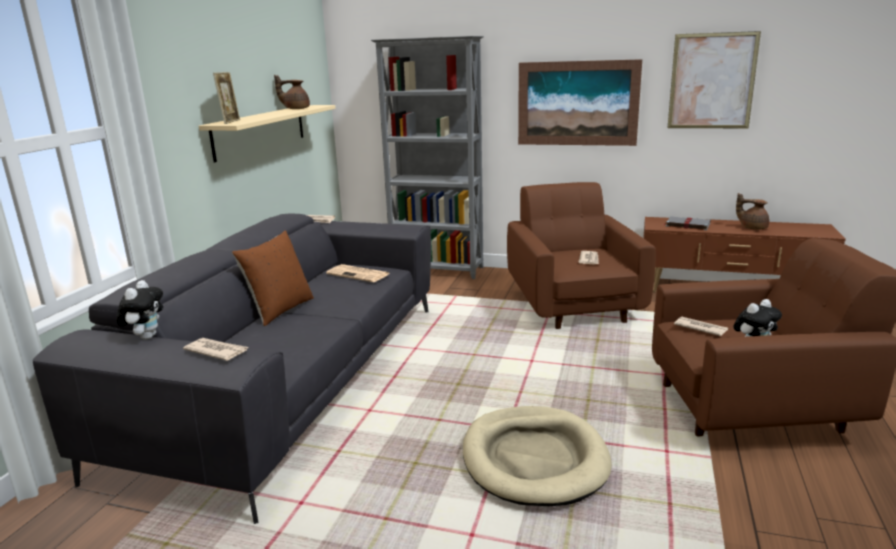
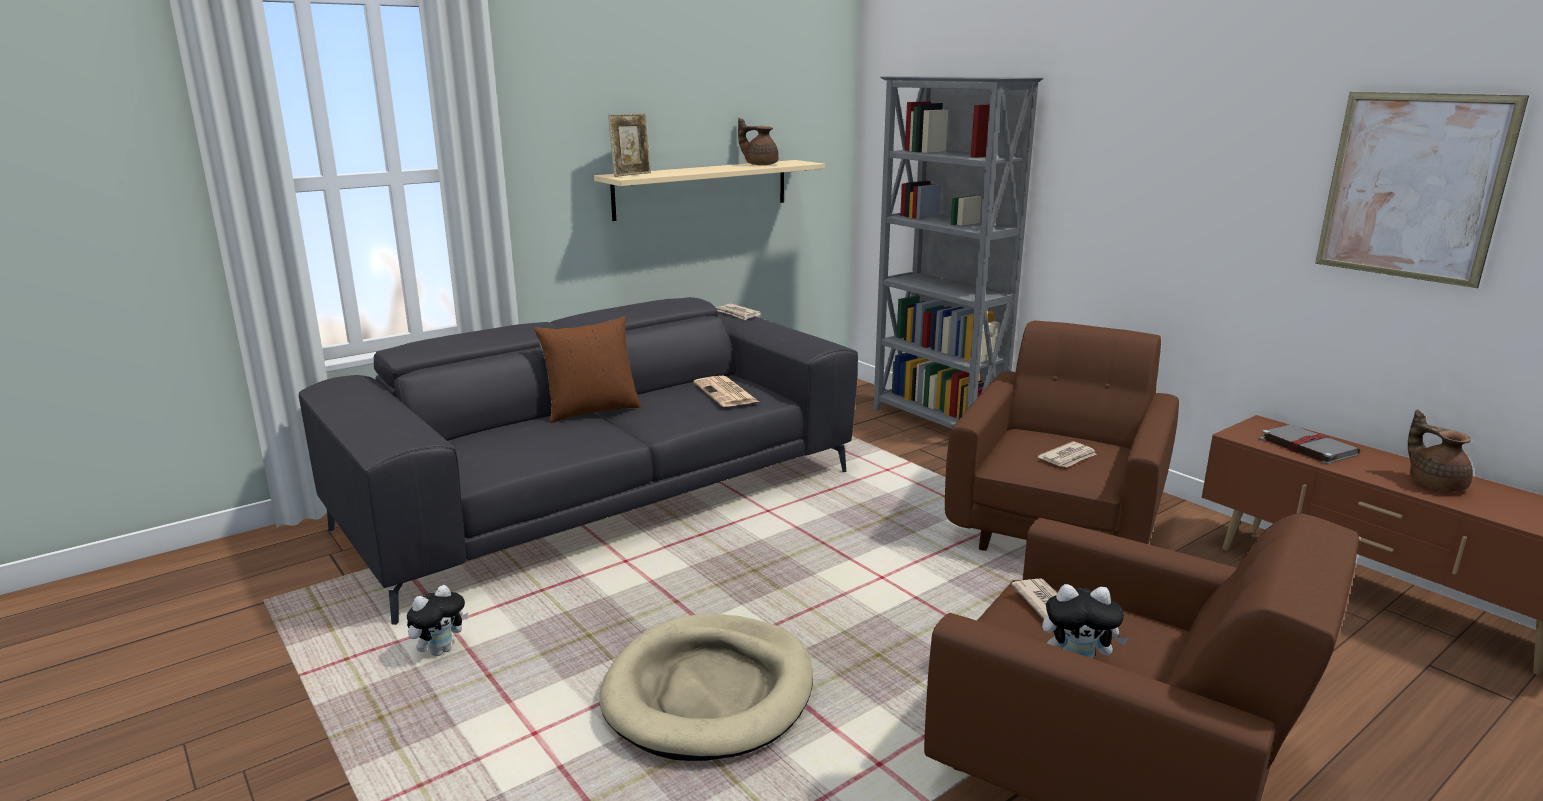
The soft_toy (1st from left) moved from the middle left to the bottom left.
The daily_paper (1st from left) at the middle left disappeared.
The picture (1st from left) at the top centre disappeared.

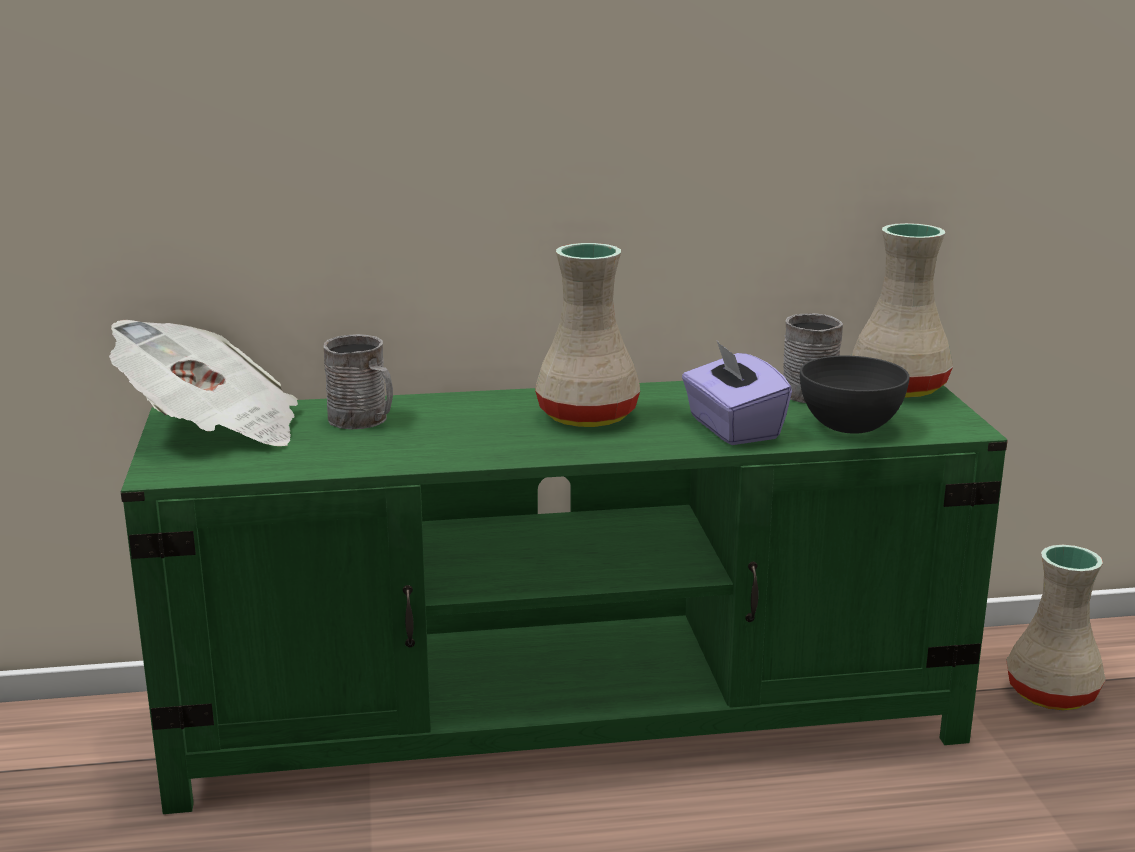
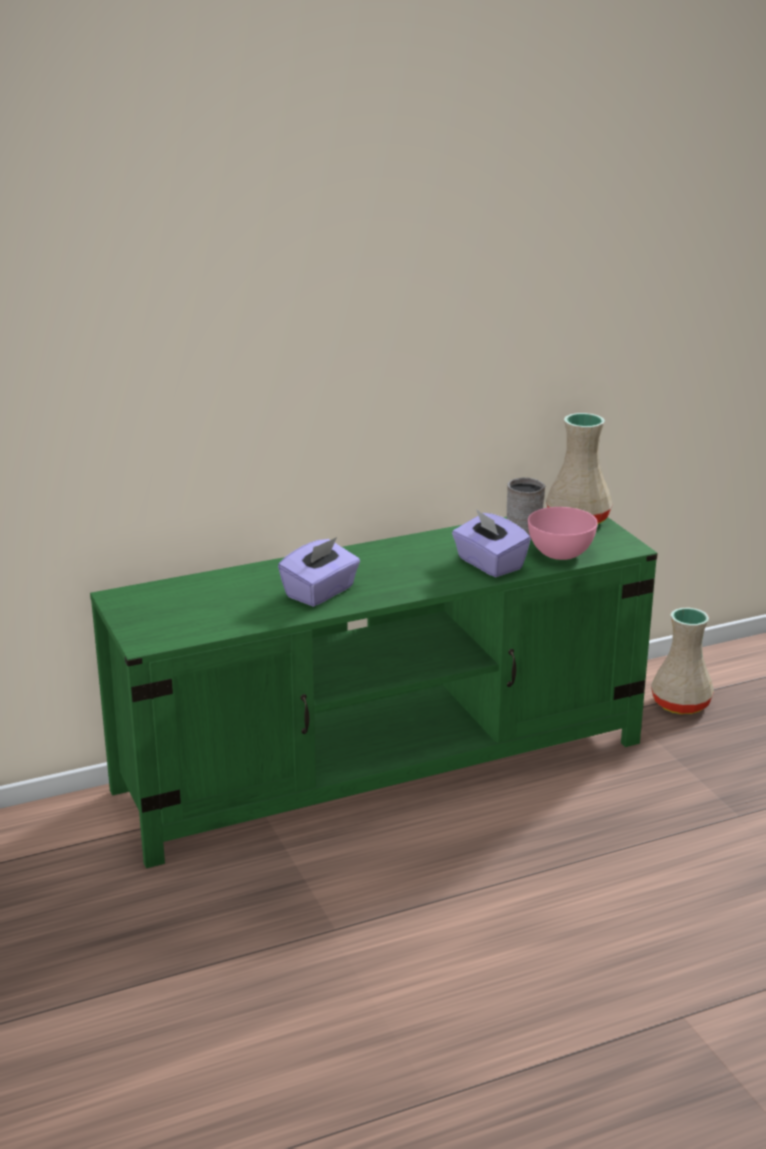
The purple_box_of_tissues (1st from left) at the centre appeared.
The gray_bowl at the middle right became the pink-coloured_bowl at the middle right.
The daily_paper at the middle left disappeared.
The gray_mug (1st from left) at the middle left disappeared.
The beige_flower_vase (1st from left) at the centre disappeared.

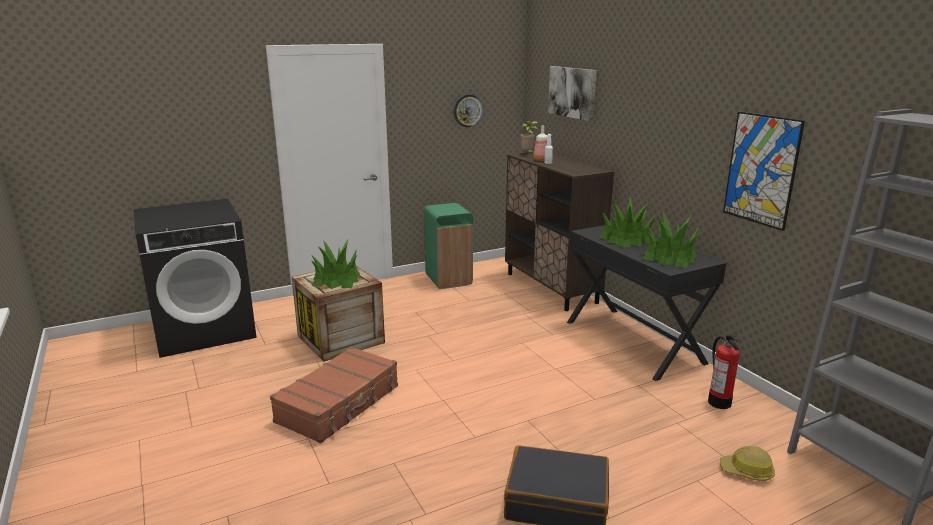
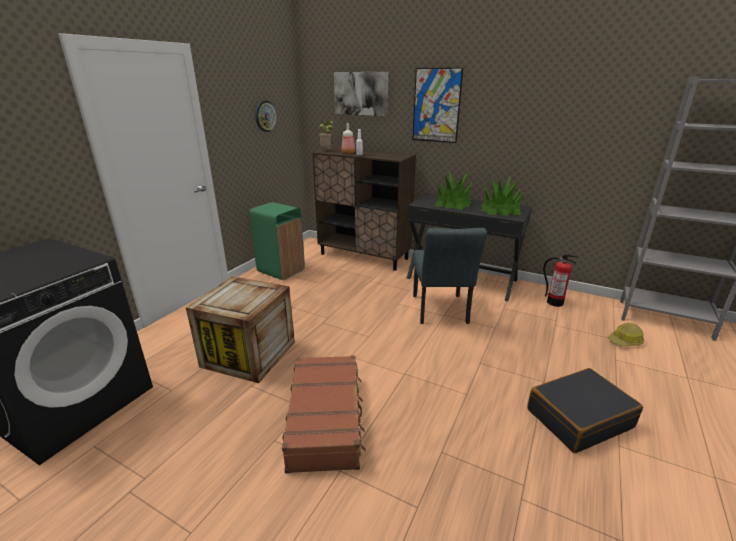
The picture (2nd from left) moved from the top right to the top centre.
The gray_chair at the centre appeared.
The plant_in_a_pot (1st from left) at the centre disappeared.

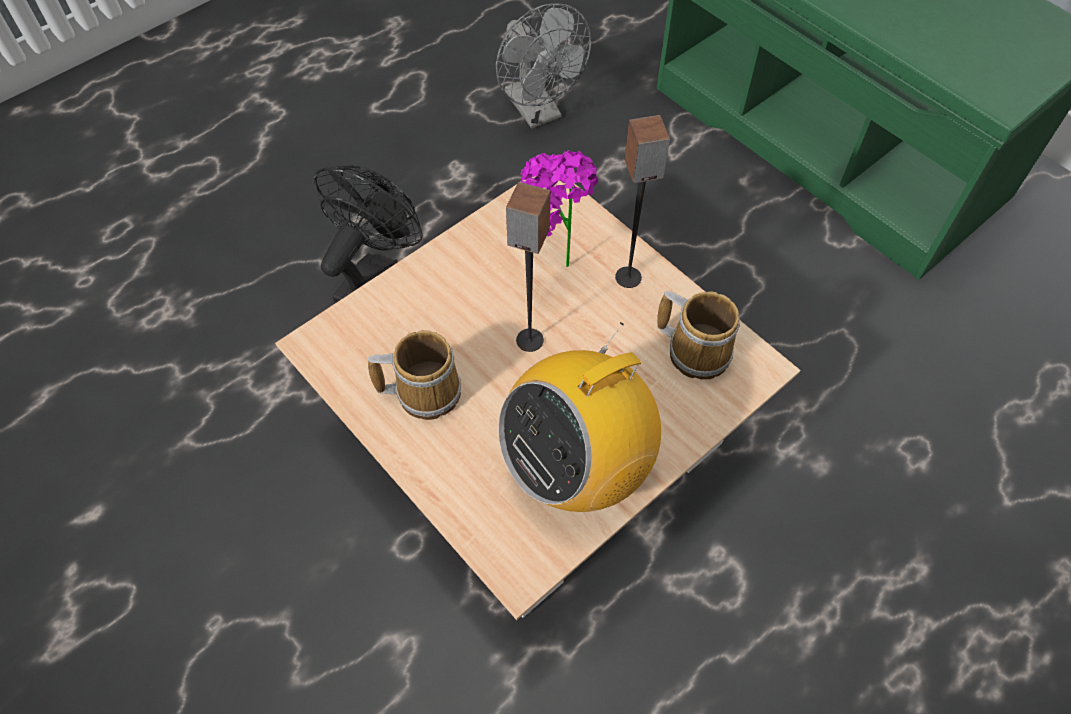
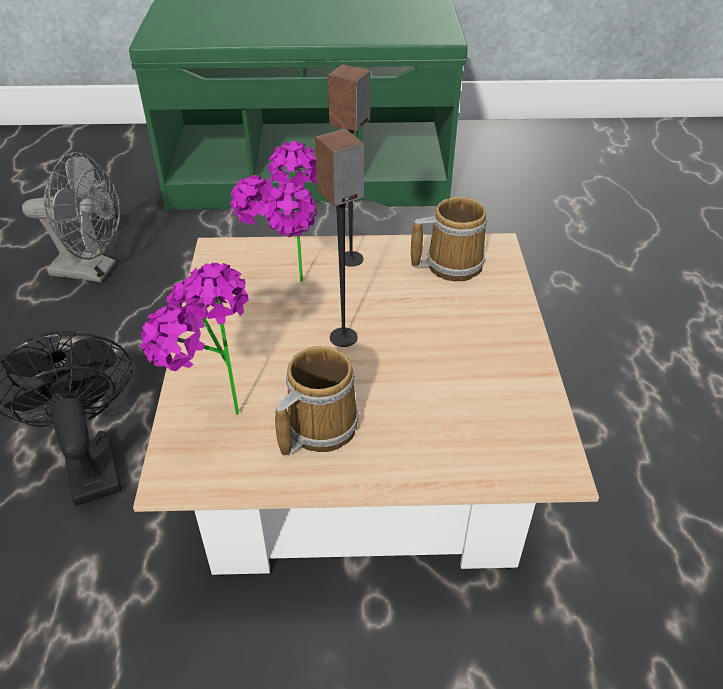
The plant_in_a_pot (1st from left) at the middle left appeared.
The radio at the centre disappeared.

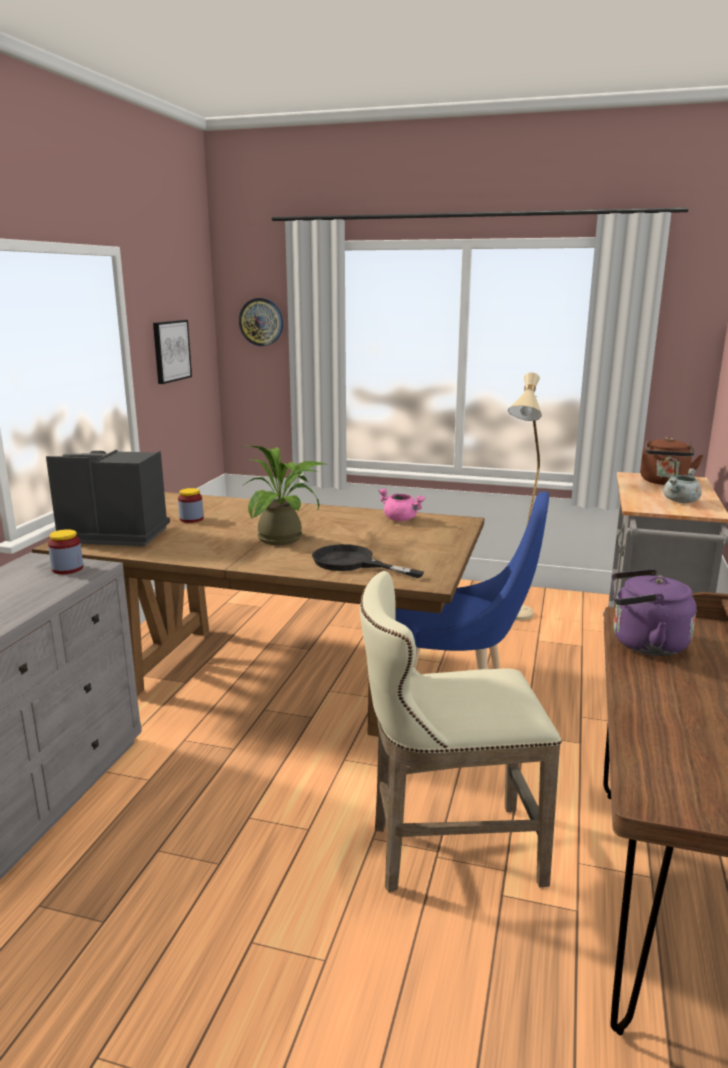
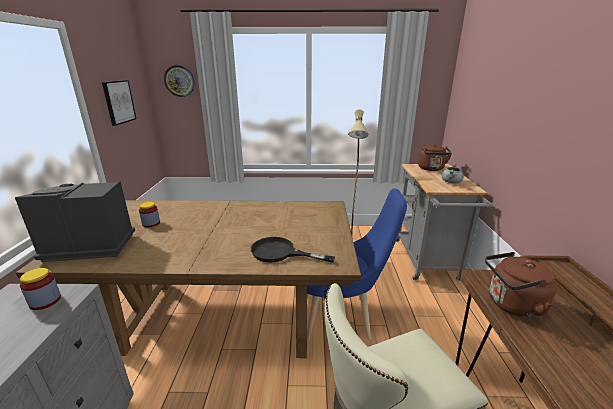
The purple_tea_kettle at the middle right became the brown-coloured_tea_kettle (2nd from left) at the bottom right.
The plant_in_a_pot at the centre disappeared.
The pink-coloured_saucepot at the centre disappeared.

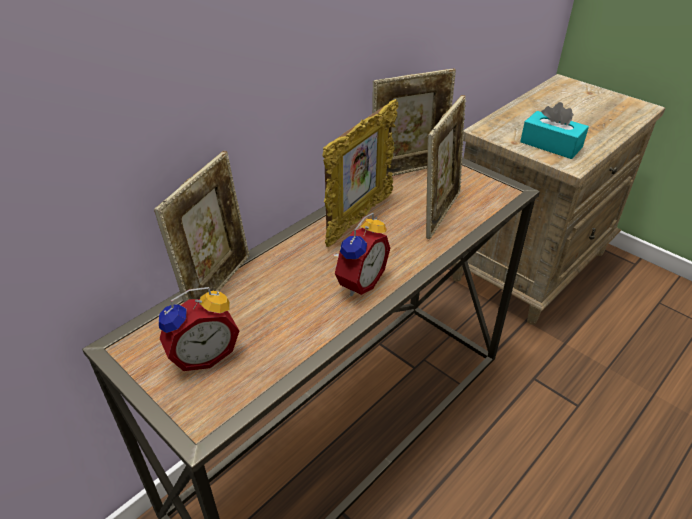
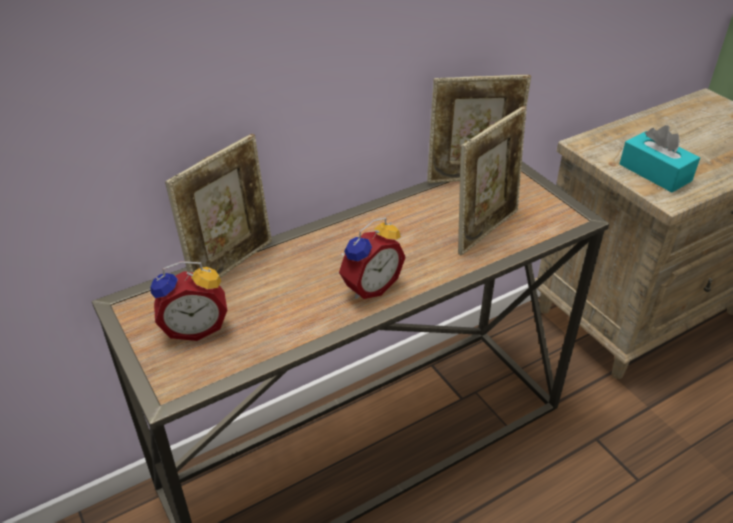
The standing_frame (2nd from left) at the centre disappeared.

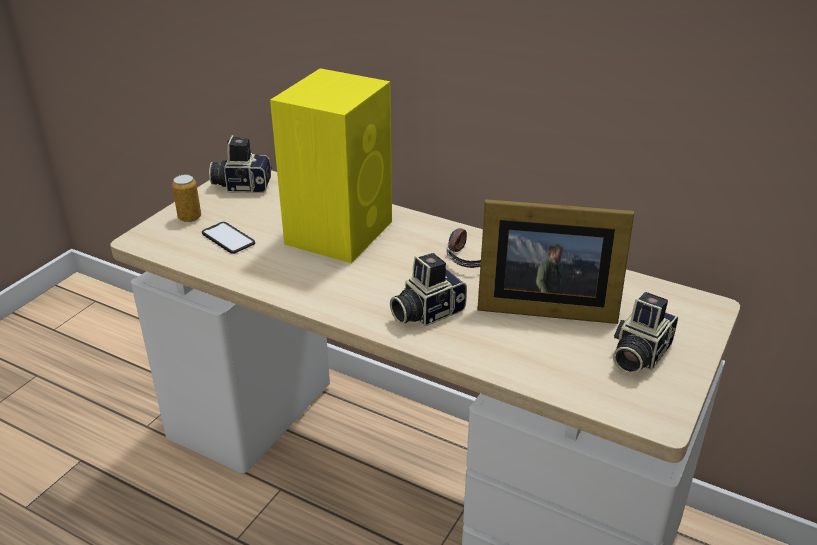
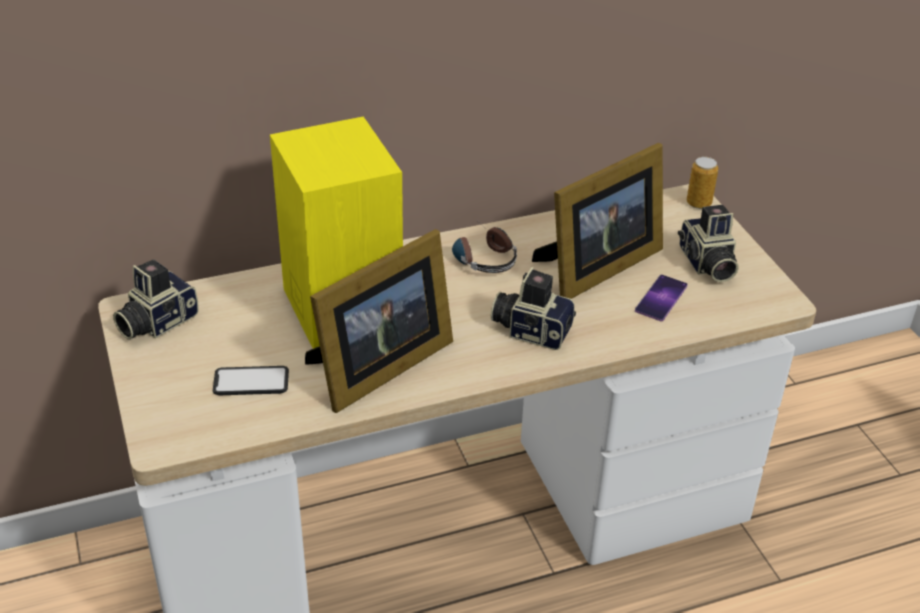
The standing_frame (1st from left) at the centre appeared.
The photo_camera (2nd from left) at the centre turned 105 degrees clockwise.
The telephone (2nd from left) at the middle right appeared.
The metal_can moved from the middle left to the top right.

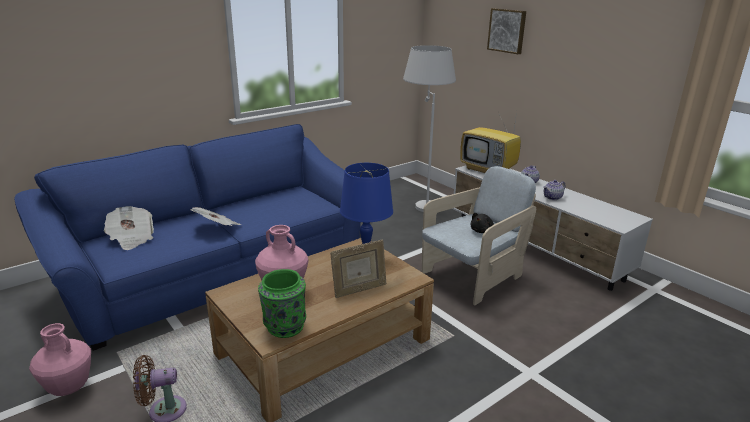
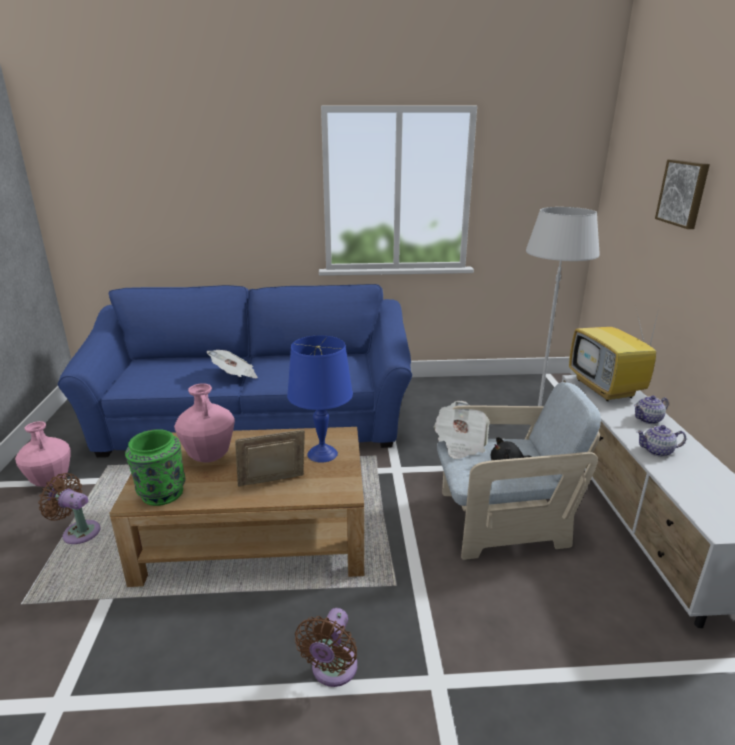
The standing_frame at the centre turned 150 degrees clockwise.
The brown-coloured_electric_fan (2nd from left) at the bottom centre appeared.
The daily_paper (1st from left in the first image) moved from the middle left to the centre.

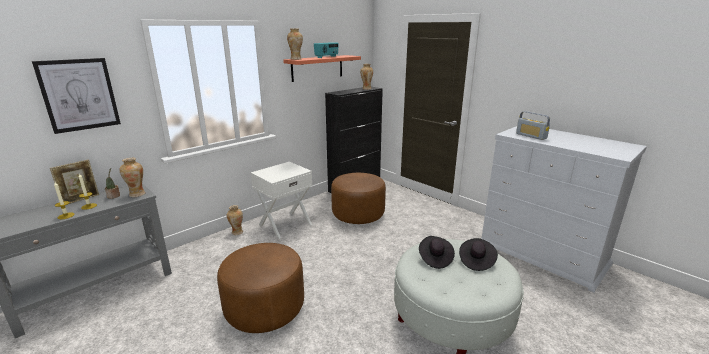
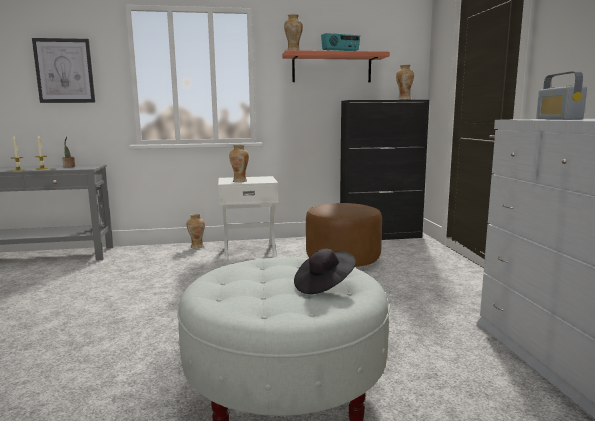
The flower_vase (1st from left in the first image) moved from the middle left to the centre.
The standing_frame at the middle left disappeared.
The brown-coloured_footrest (1st from left) at the bottom centre disappeared.
The black-coloured_hat (1st from left) at the bottom centre disappeared.

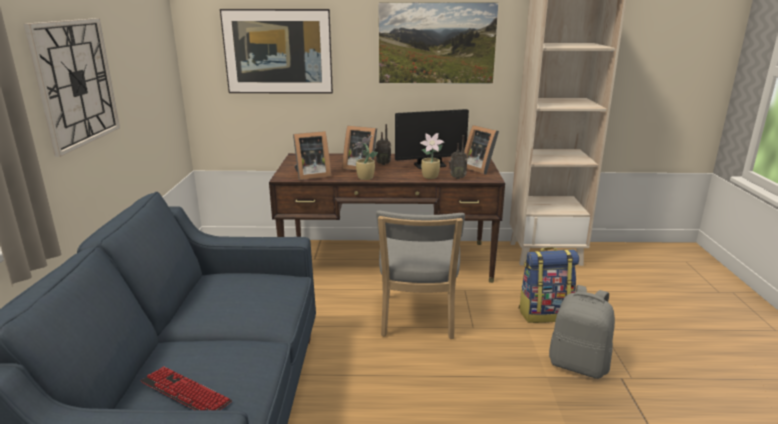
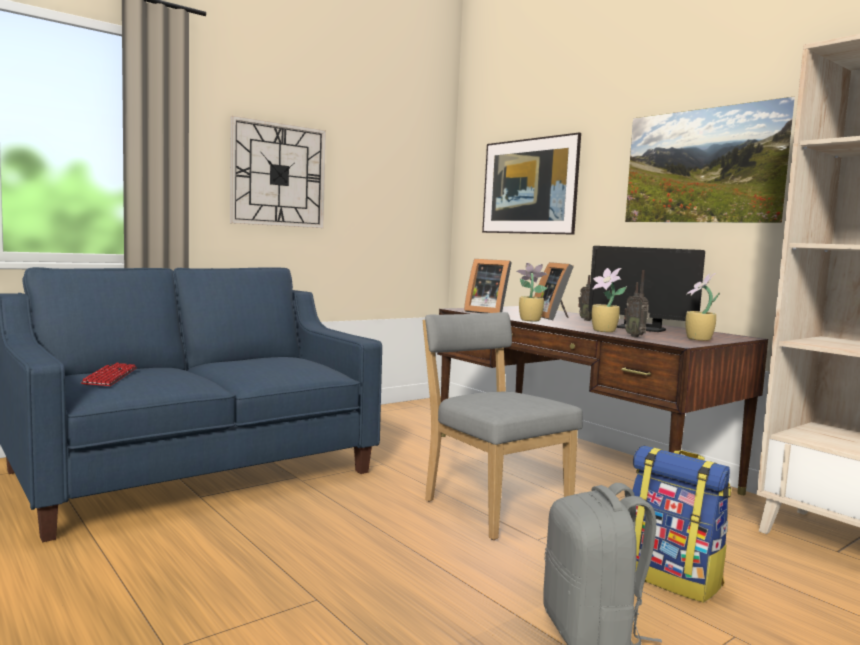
The gray_chair at the centre turned 90 degrees clockwise.
The standing_frame (3rd from left) at the centre was replaced by the plant_in_a_pot (3rd from left) at the middle right.

